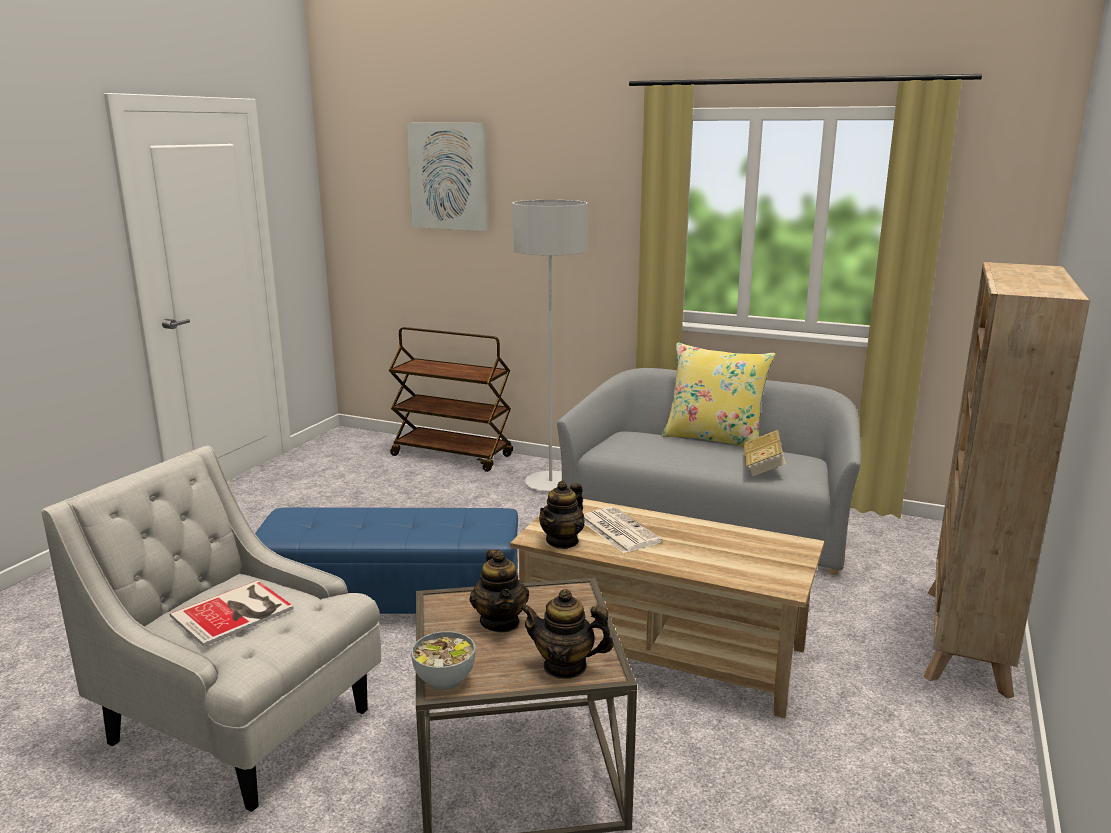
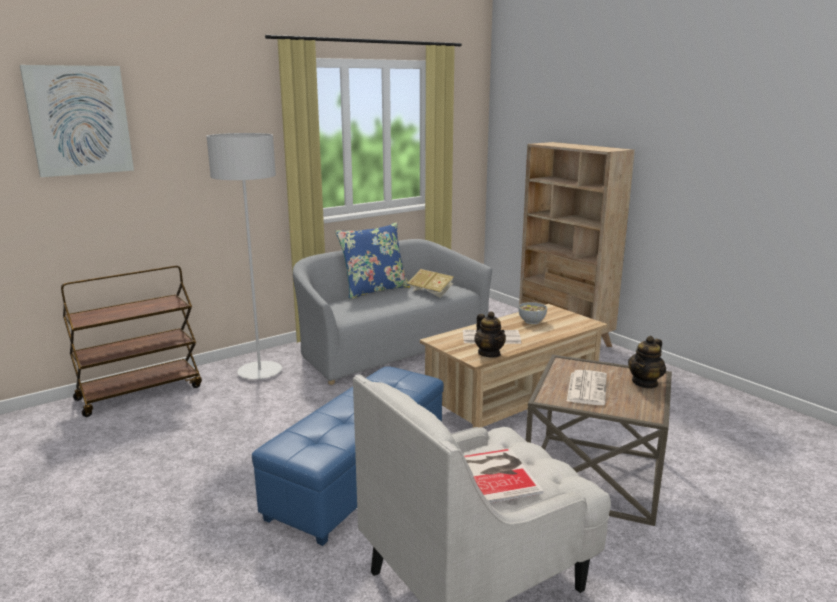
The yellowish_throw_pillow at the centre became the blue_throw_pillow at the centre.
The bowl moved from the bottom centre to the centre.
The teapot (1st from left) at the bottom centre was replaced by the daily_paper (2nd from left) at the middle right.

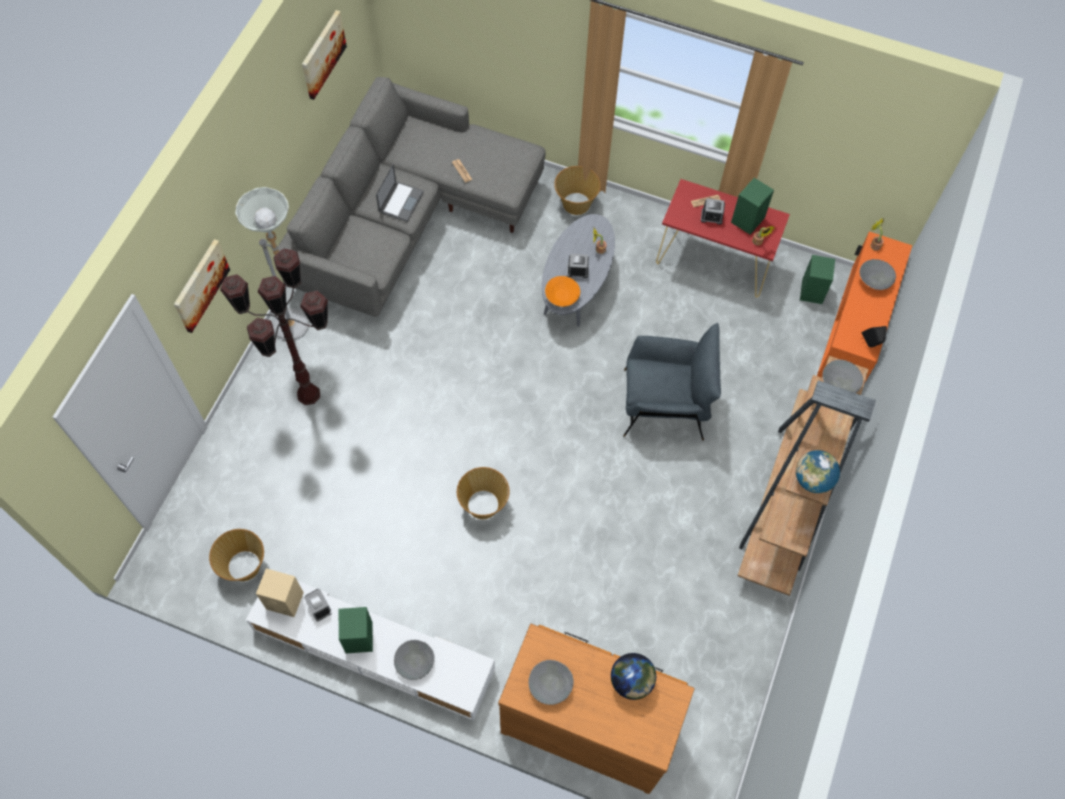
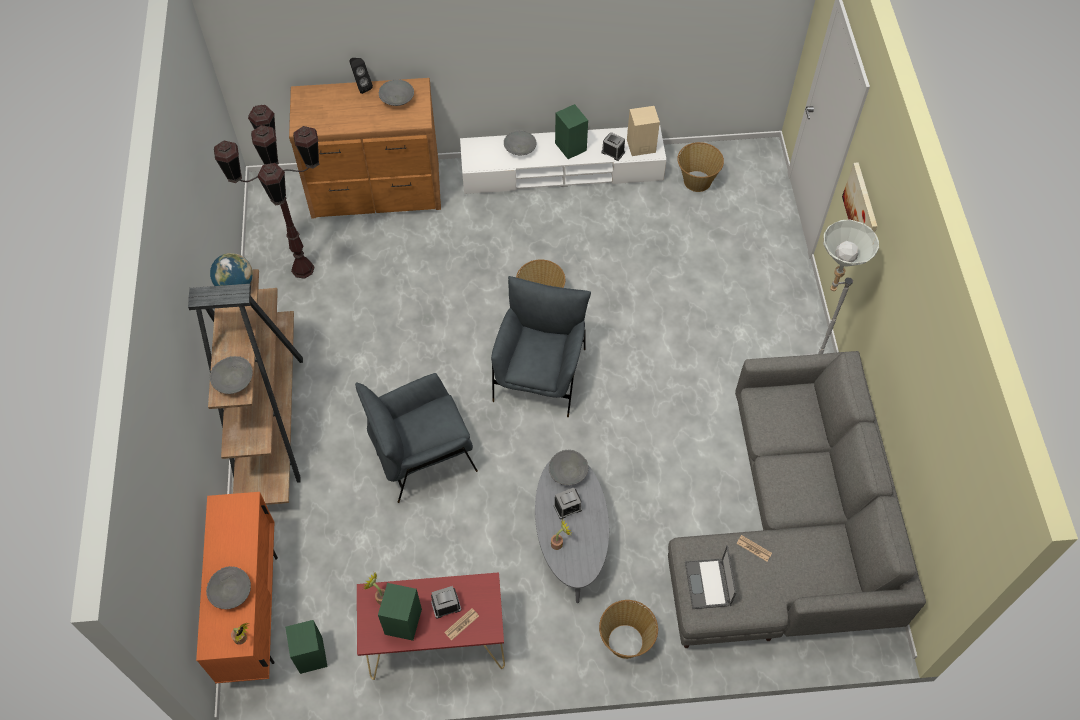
The brown-coloured_standard_lamp moved from the middle left to the top left.
The black-coloured_speaker moved from the middle right to the top centre.
The gray_armchair (2nd from left) at the centre appeared.
The orange_bowl at the centre became the gray_bowl (5th from left) at the centre.
The laptop moved from the top centre to the bottom centre.
The picture (2nd from left) at the top left disappeared.
The world_globe (1st from left) at the bottom centre disappeared.

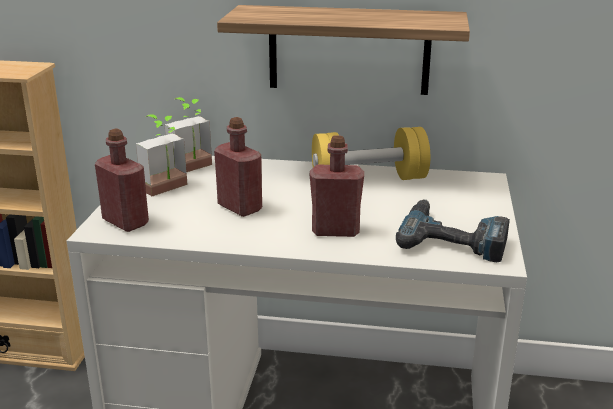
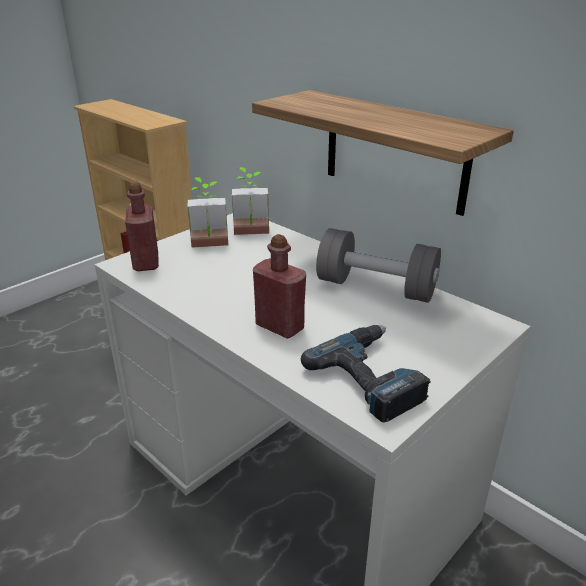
The yellowish_free_weight at the centre became the gray_free_weight at the centre.
The reddish_bottle (2nd from left) at the centre disappeared.

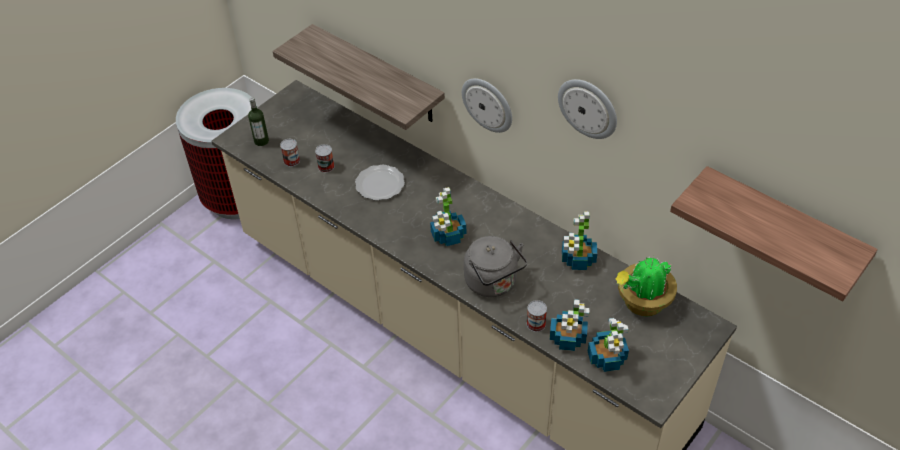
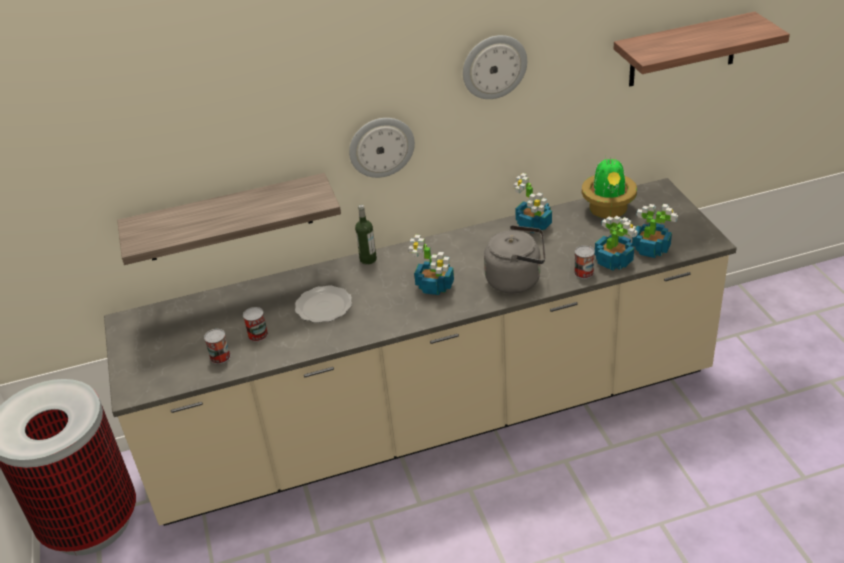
The bottle moved from the top left to the centre.

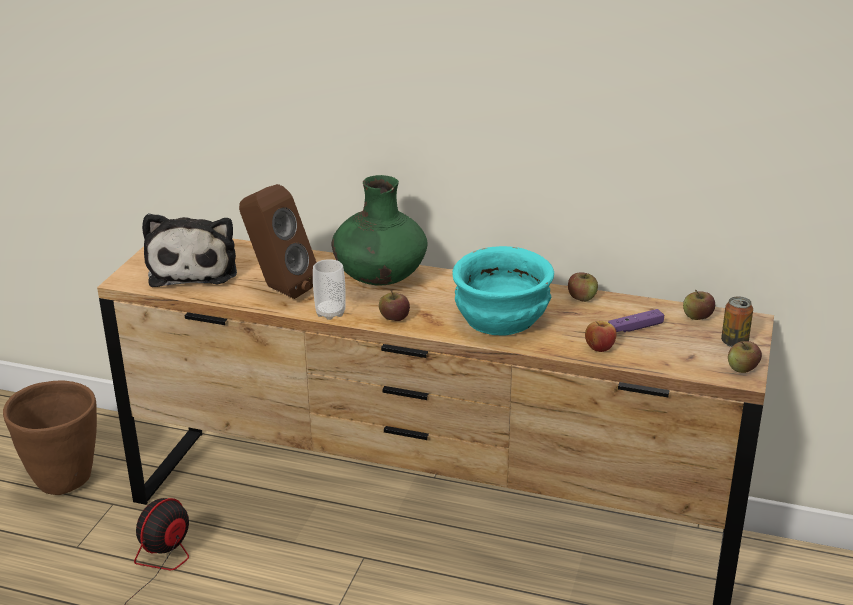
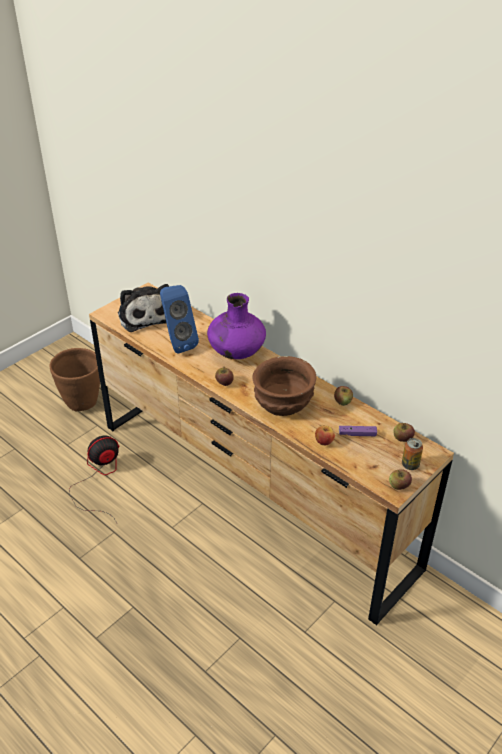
The soft_toy at the middle left turned 45 degrees counterclockwise.
The brown-coloured_speaker at the middle left became the blue_speaker at the centre.
The greenish_flower_vase at the centre became the purple_flower_vase at the centre.
The turquoise-coloured_bowl at the centre became the brown-coloured_bowl at the centre.
The small_cup at the centre disappeared.

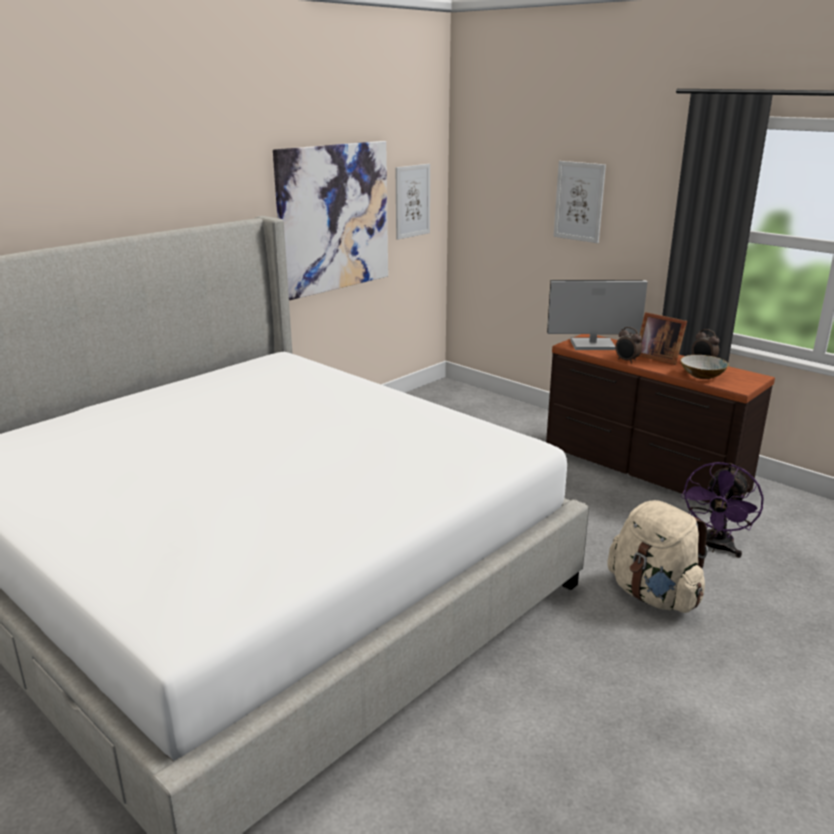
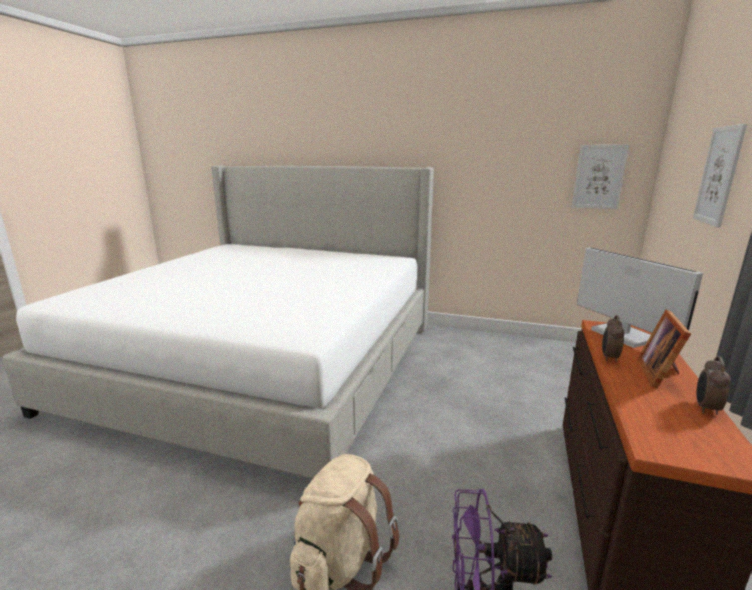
The picture (1st from left) at the top centre disappeared.
The bowl at the middle right disappeared.

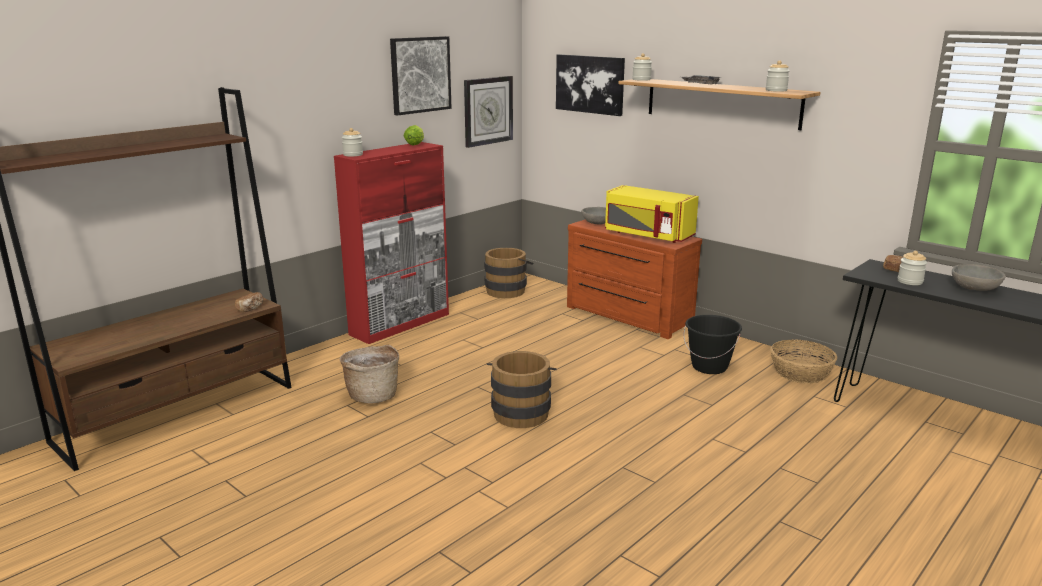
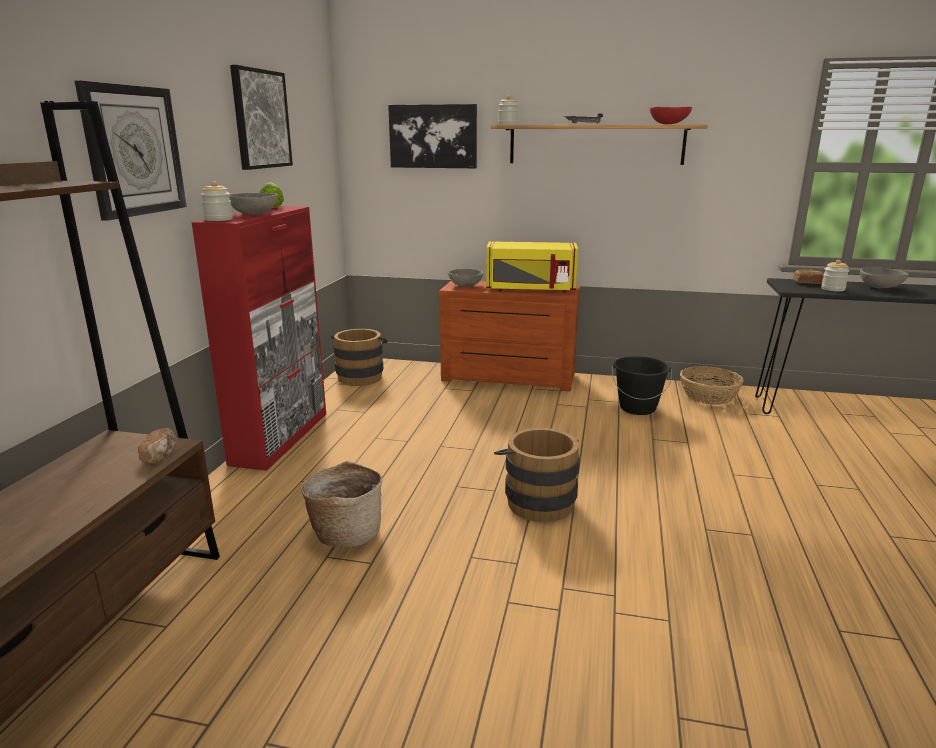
The wall_clock moved from the top centre to the top left.
The gray_bowl (1st from left) at the top left appeared.
The jar (3rd from left) at the top right was replaced by the reddish_bowl at the top right.

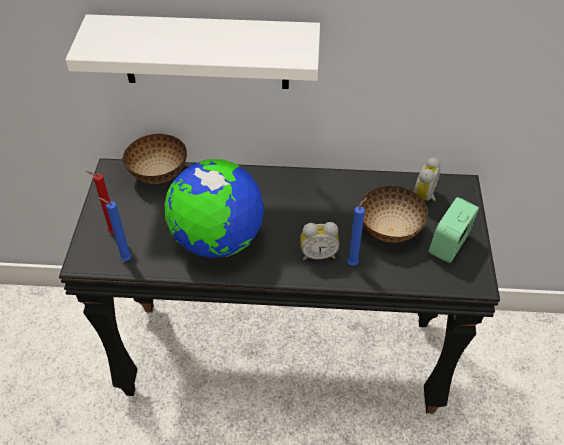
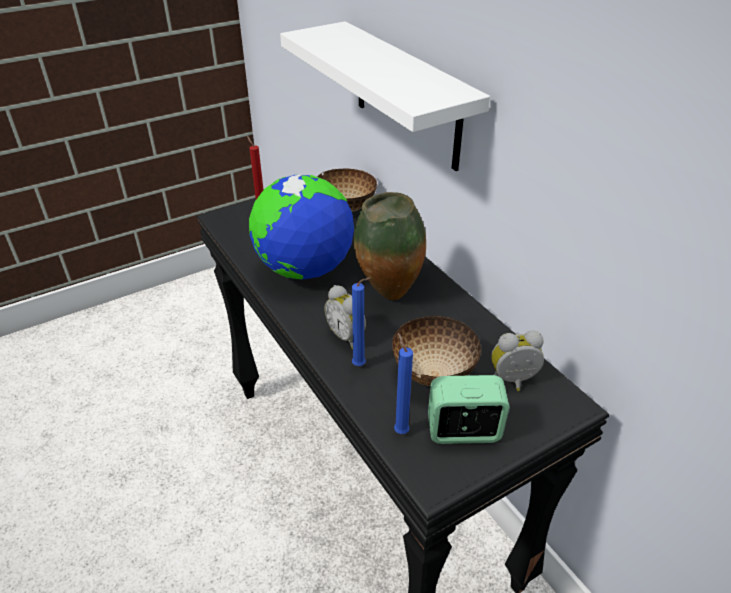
The flower_vase at the centre appeared.
The blue_candle (1st from left in the first image) moved from the middle left to the centre.

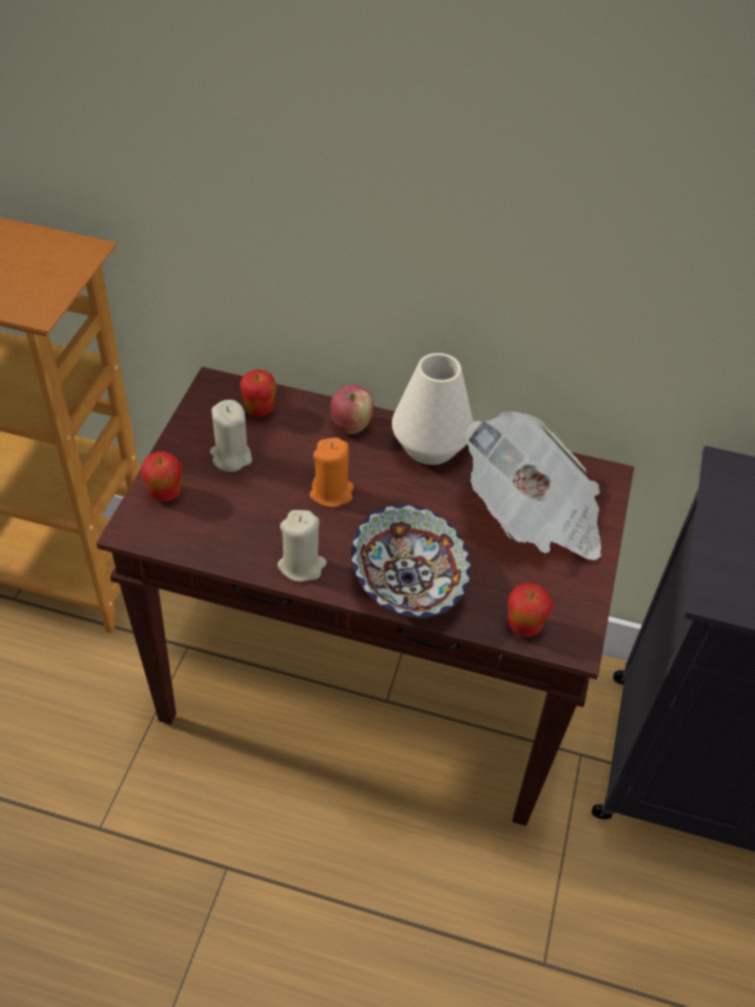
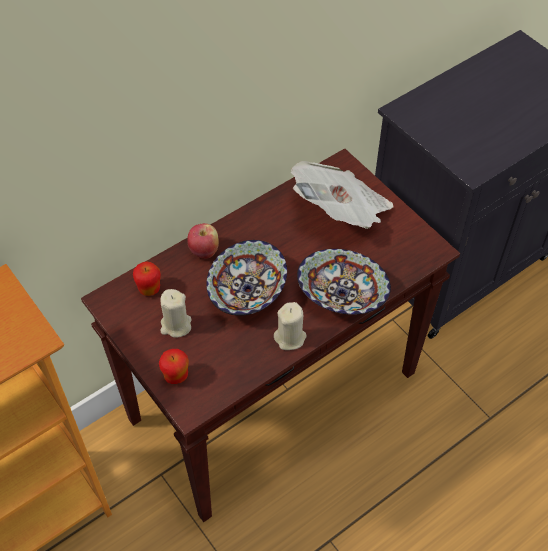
The orange_candle at the centre was replaced by the bowl (1st from left) at the centre.
The white-coloured_flower_vase at the centre disappeared.
The whole_apple (4th from left) at the middle right disappeared.

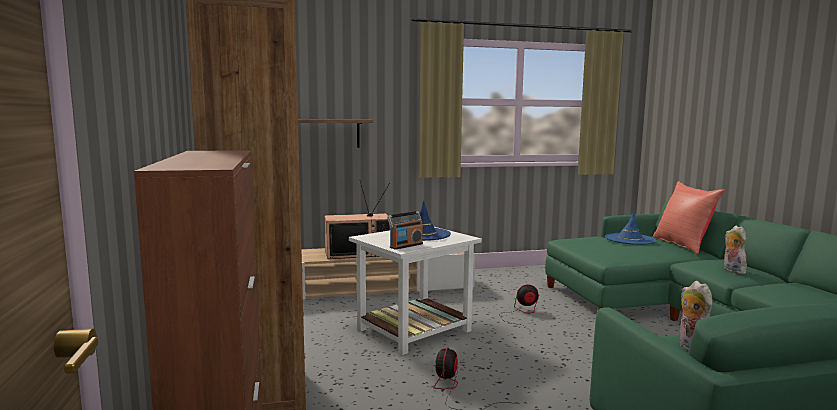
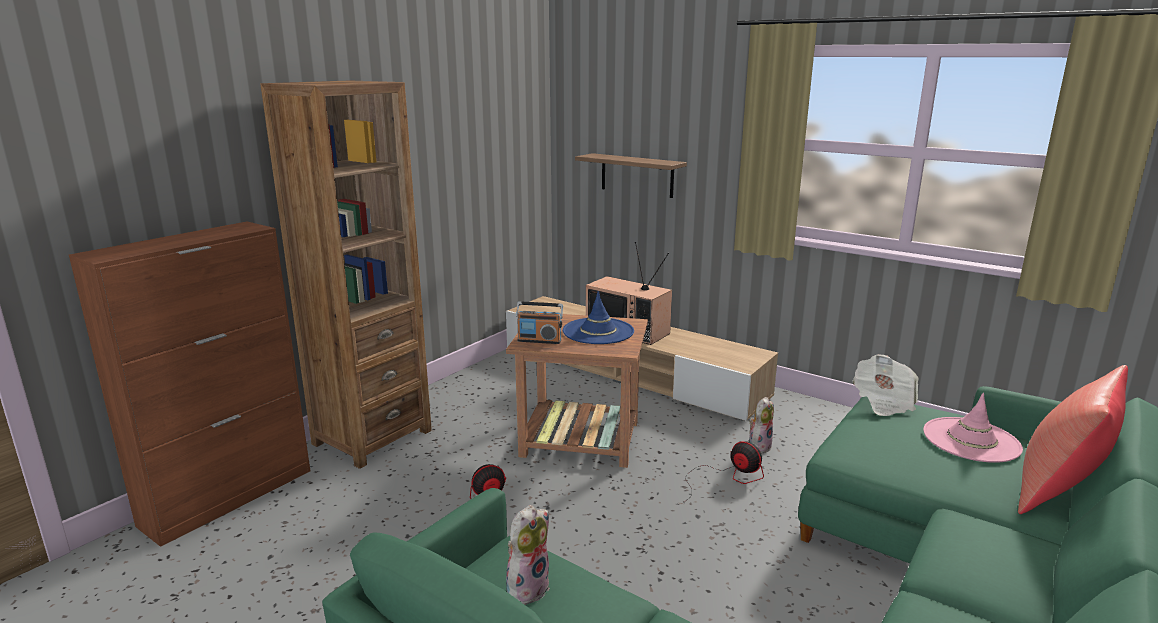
The white-coloured_side_table at the bottom centre became the brown-coloured_side_table at the centre.
The soft_toy (2nd from left) moved from the middle right to the bottom centre.
The daily_paper at the middle right appeared.
The blue_hat (2nd from left) at the middle right became the pink-coloured_hat at the bottom right.

